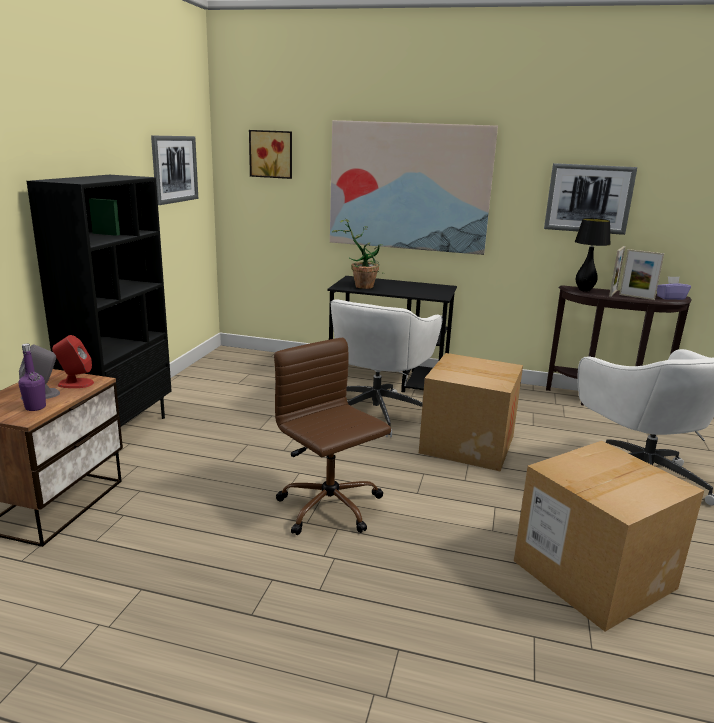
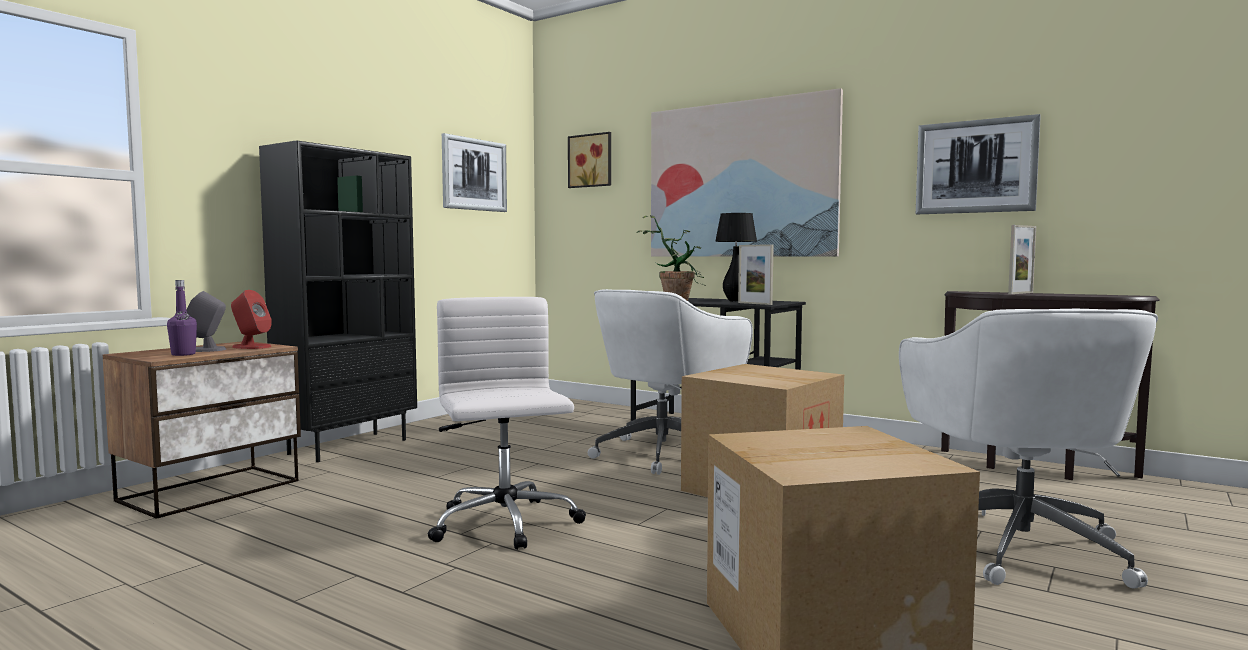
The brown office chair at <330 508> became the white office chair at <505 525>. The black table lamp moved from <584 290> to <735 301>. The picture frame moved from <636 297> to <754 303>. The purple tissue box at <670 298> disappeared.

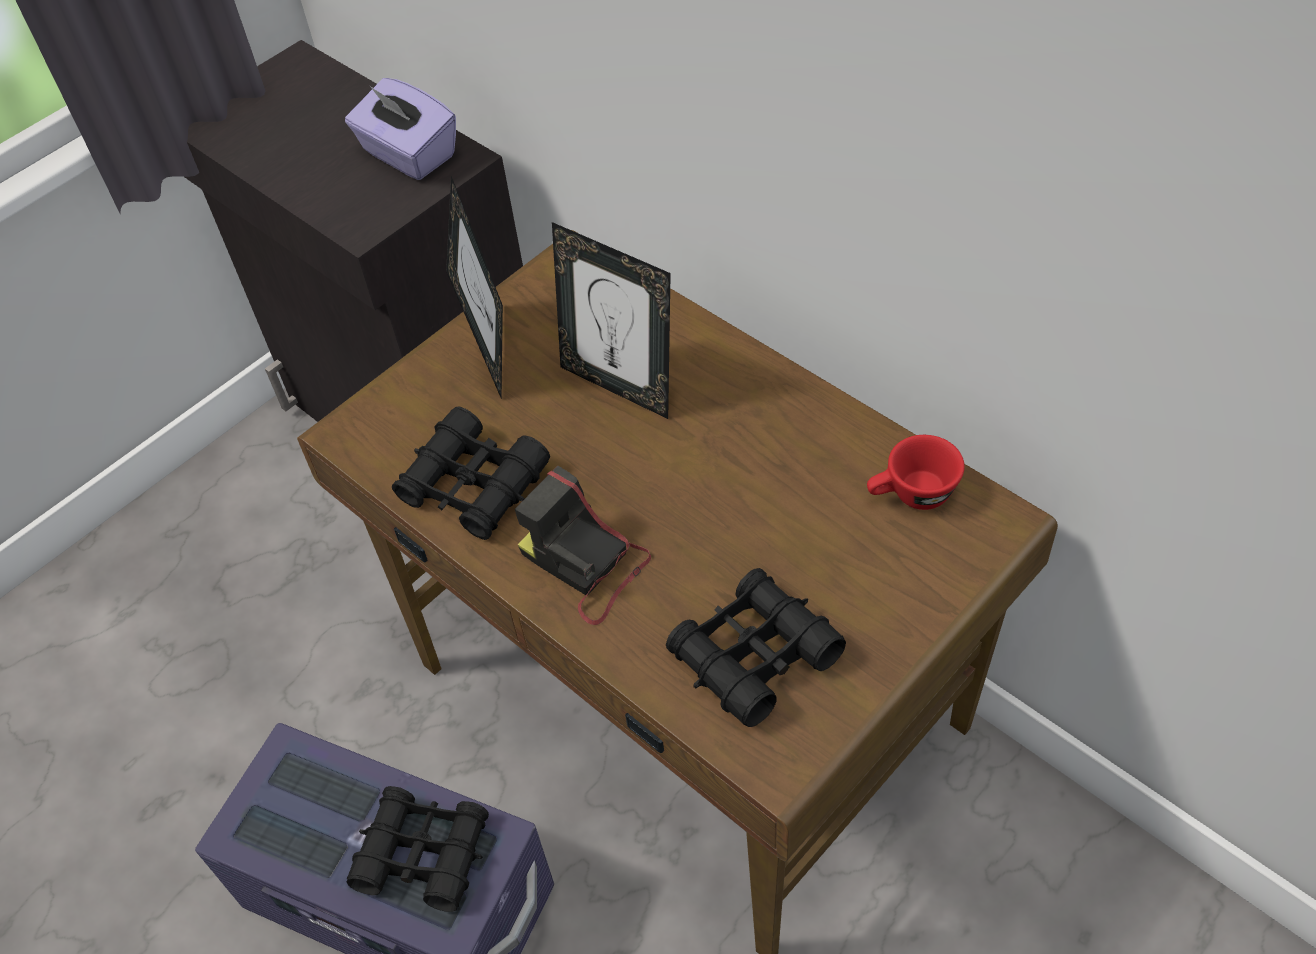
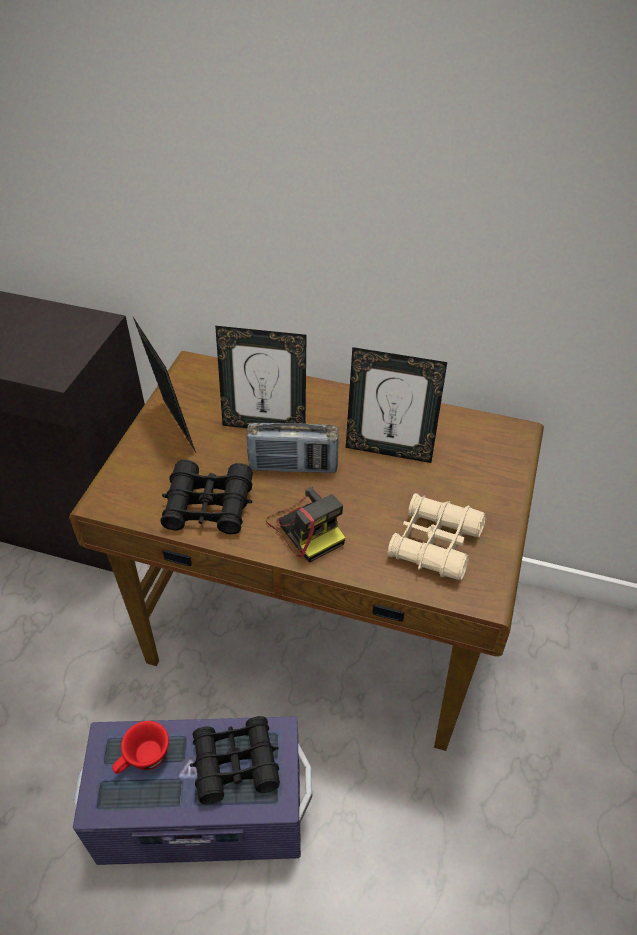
The purple tissue box at <408 155> disappeared. The photo camera at <586 564> turned 135 degrees counterclockwise. The black binoculars at <754 656> became the beige binoculars at <434 543>. The red cup moved from <911 495> to <143 760>. The radio at <293 466> appeared. The picture frame at <389 450> appeared.

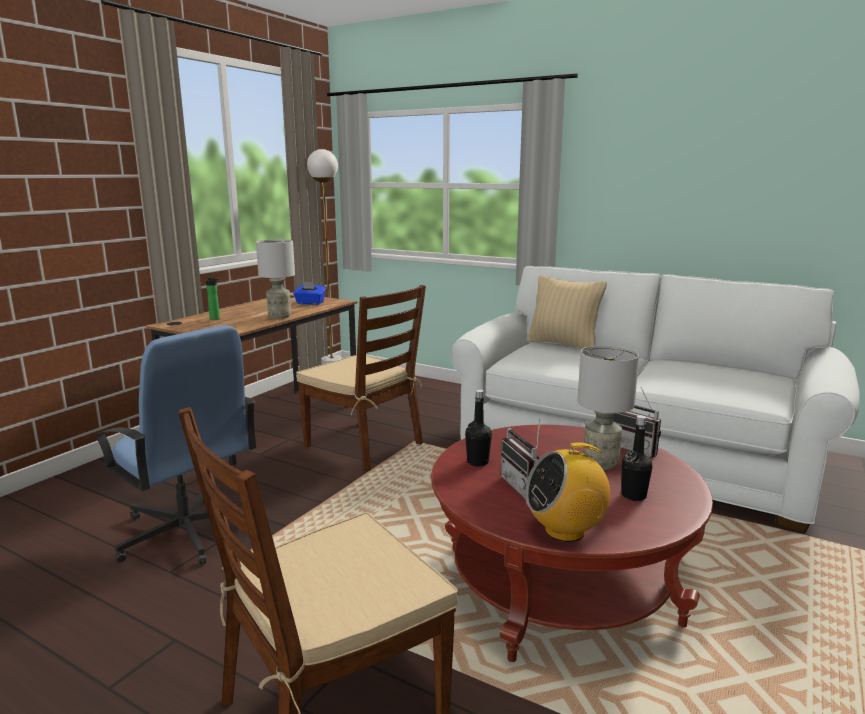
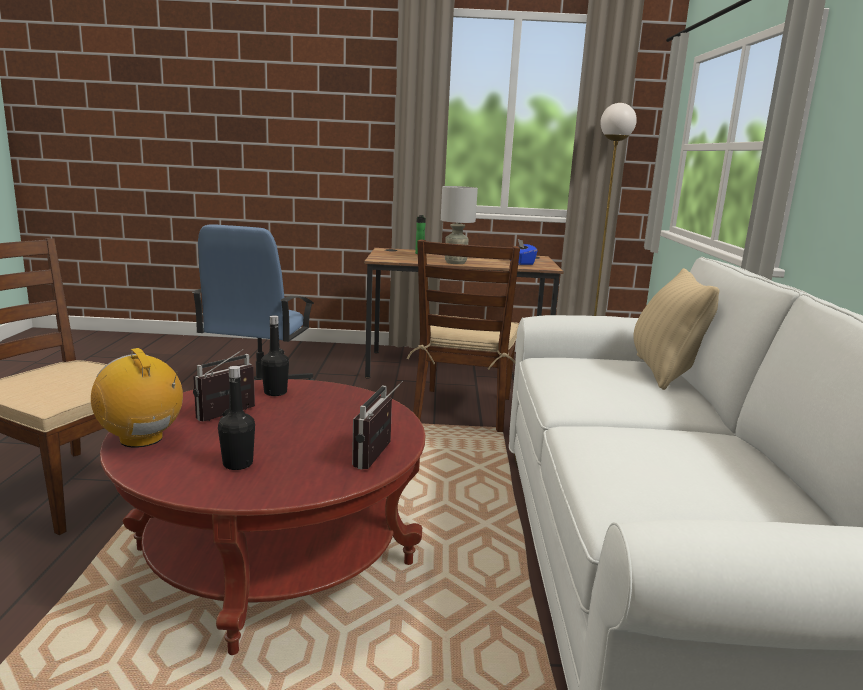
The grey table lamp at <601 463> disappeared.

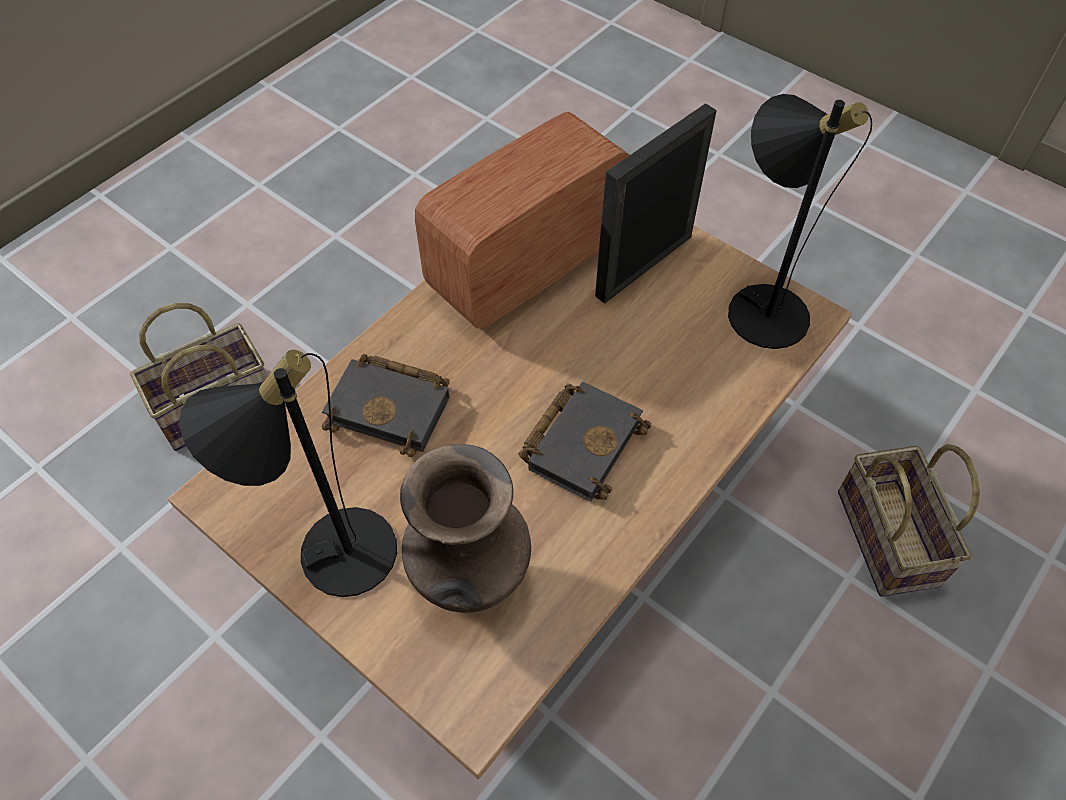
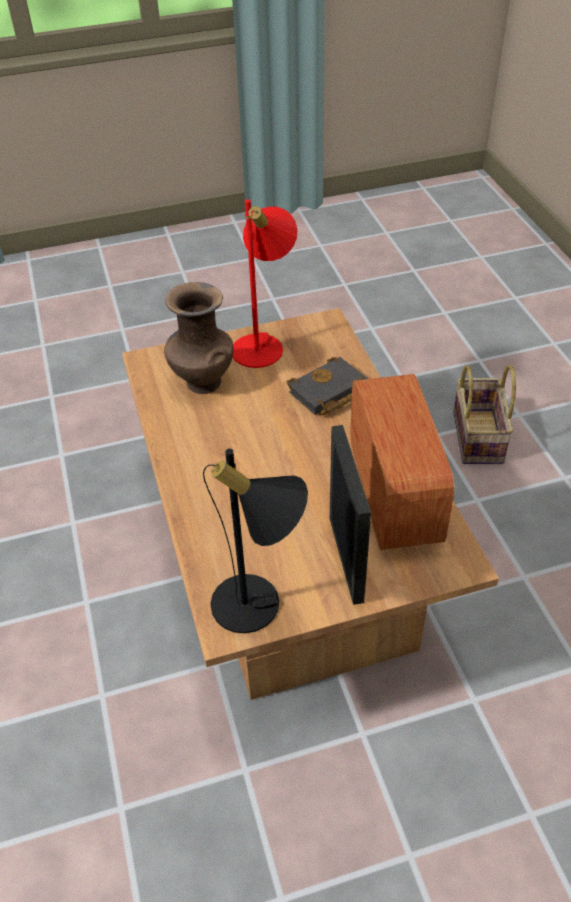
The black table lamp at <329 550> became the red table lamp at <264 345>. The black book at <582 441> disappeared. The basket at <891 540> disappeared.

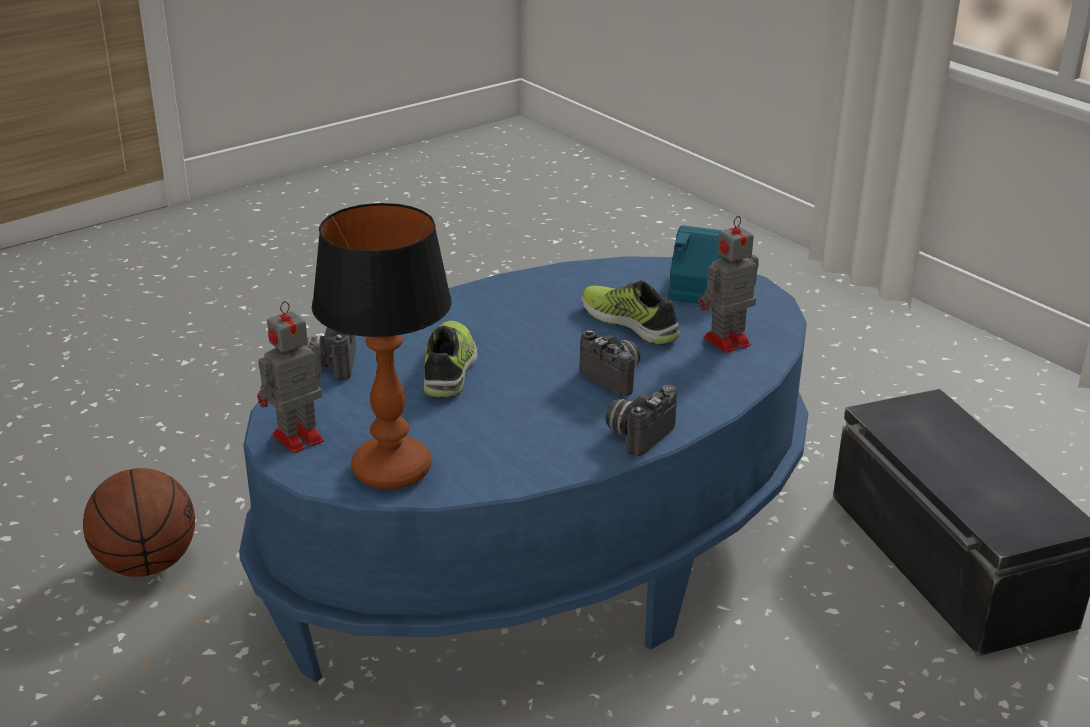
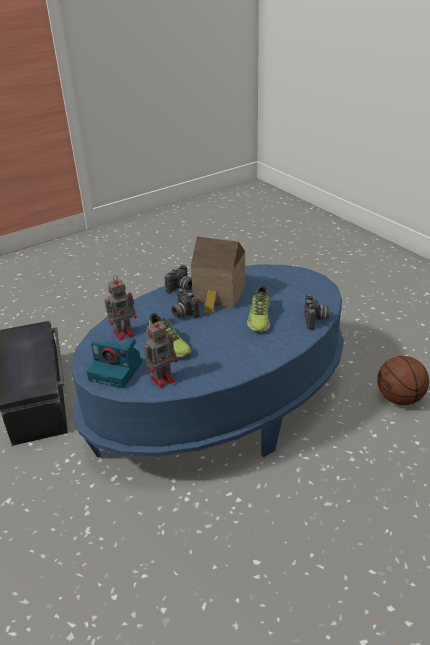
The toy robot moved from <295 439> to <163 379>. The table lamp at <393 470> disappeared. The toy house at <219 296> appeared.

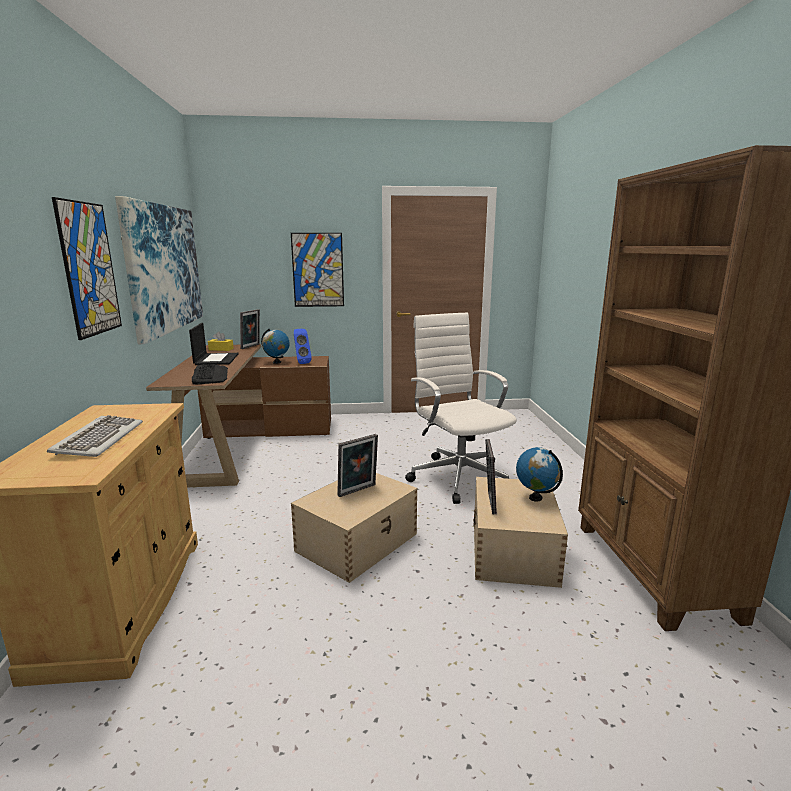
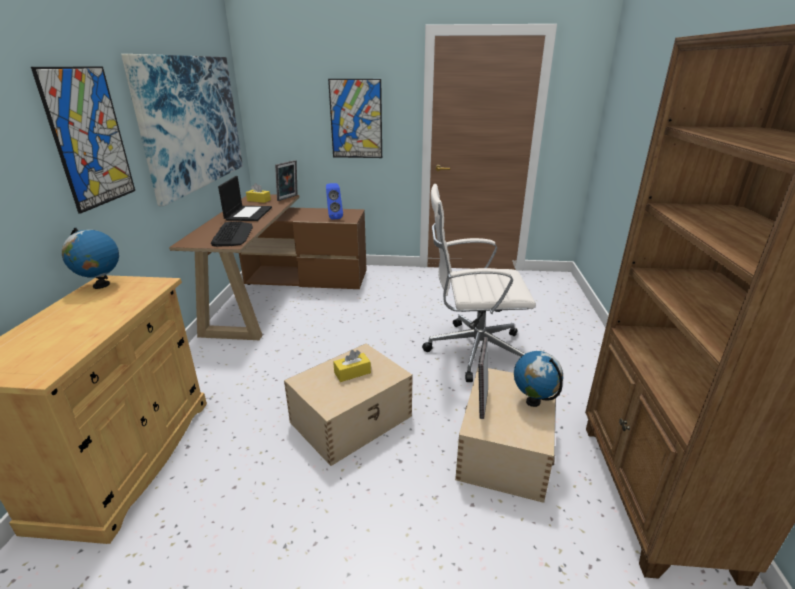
The keyboard at <98 439> disappeared. The globe moved from <277 362> to <101 285>. The picture frame at <358 491> was replaced by the yellow tissue box at <352 373>. The white office chair at <458 476> turned 75 degrees counterclockwise.

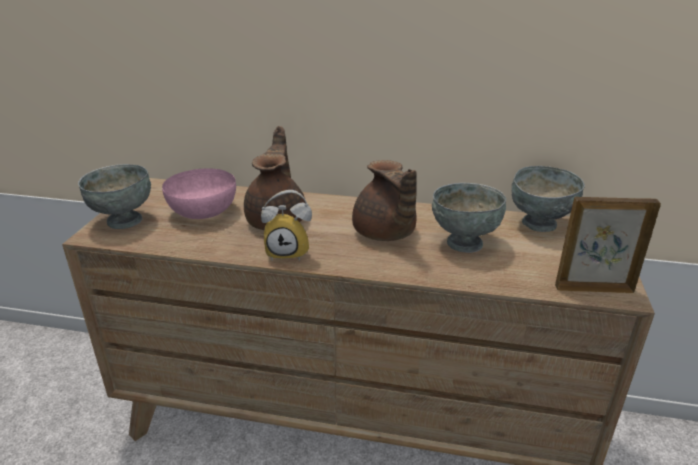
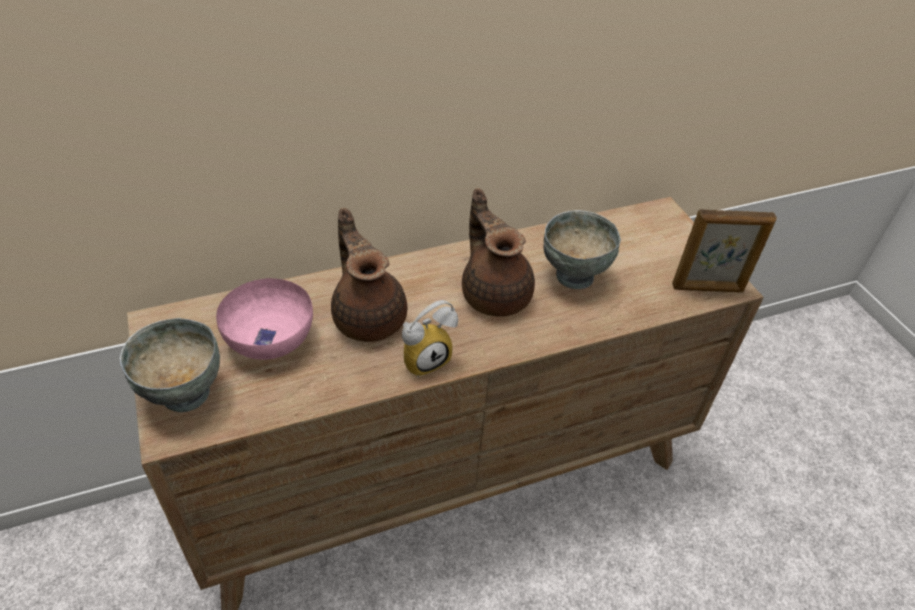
The brown teapot at <385 234> turned 150 degrees counterclockwise. The grey bowl at <540 224> disappeared. The picture frame at <593 288> turned 150 degrees counterclockwise.

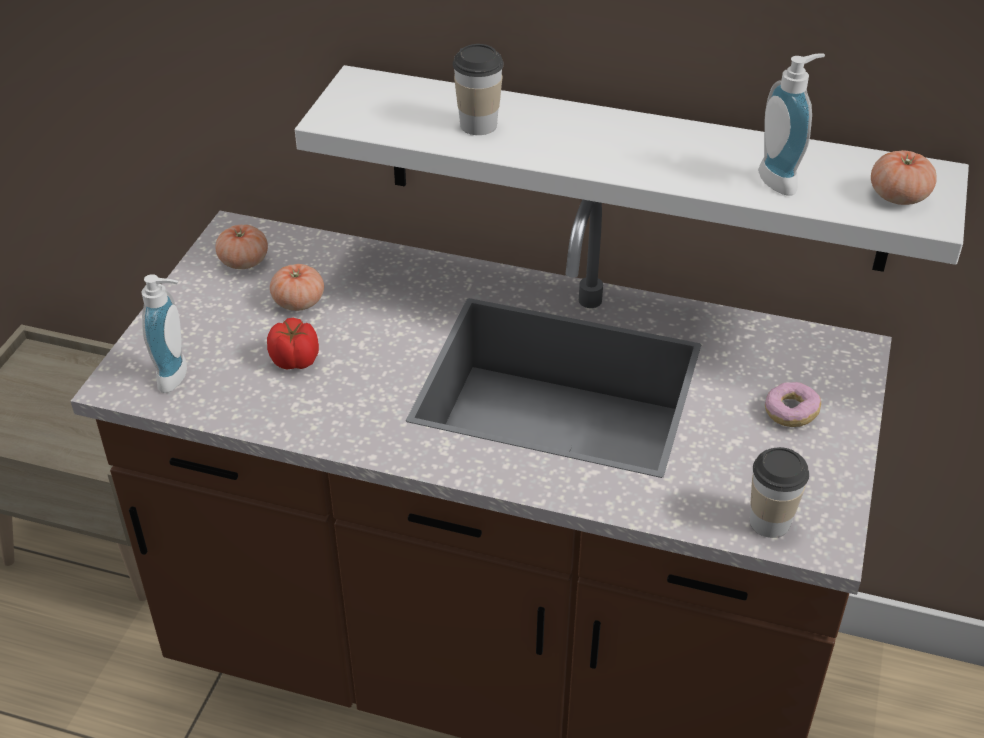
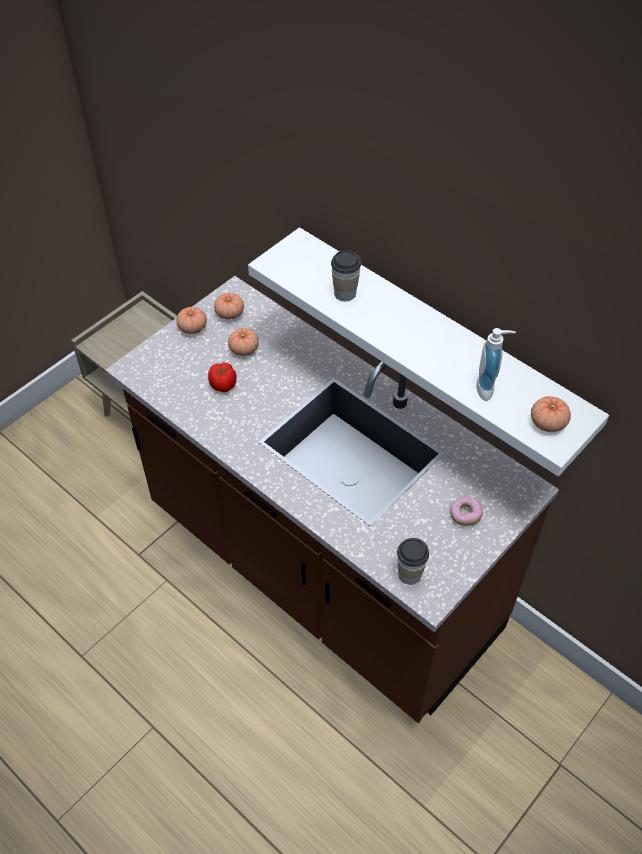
The soap dispenser at <178 377> disappeared. The tomato at <192 327> appeared.

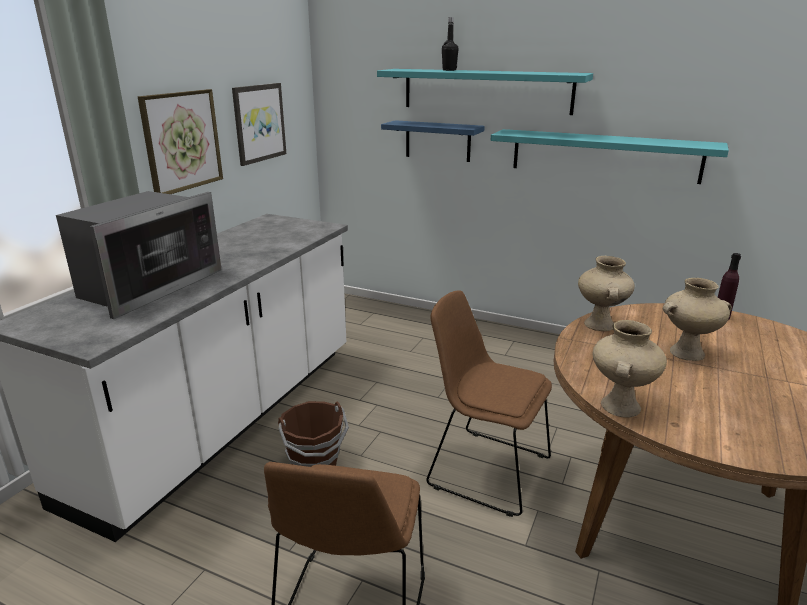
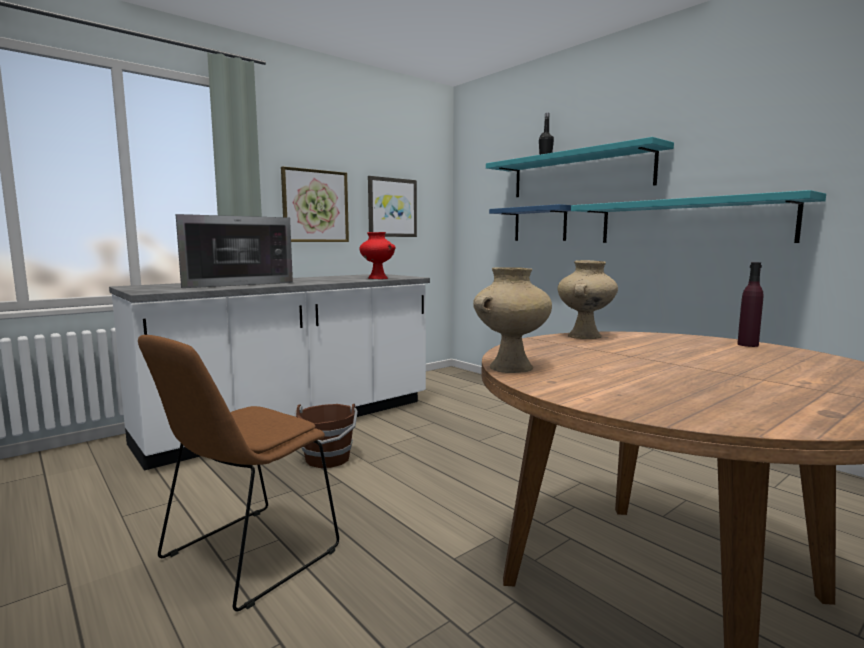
The brown chair at <485 469> disappeared. The beige vase at <687 352> disappeared. The red vase at <377 278> appeared.

